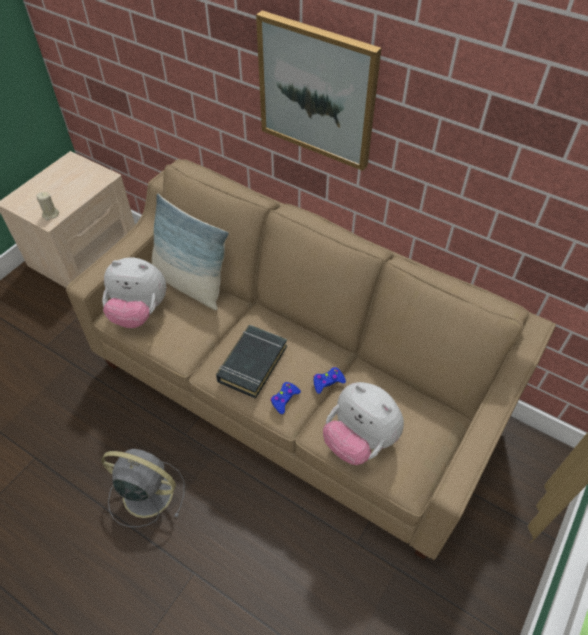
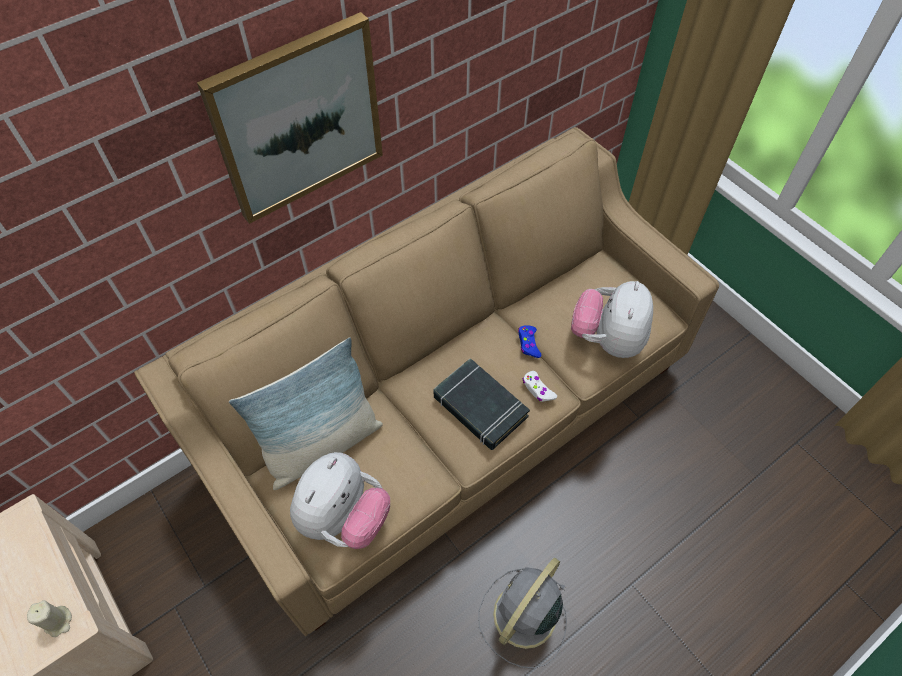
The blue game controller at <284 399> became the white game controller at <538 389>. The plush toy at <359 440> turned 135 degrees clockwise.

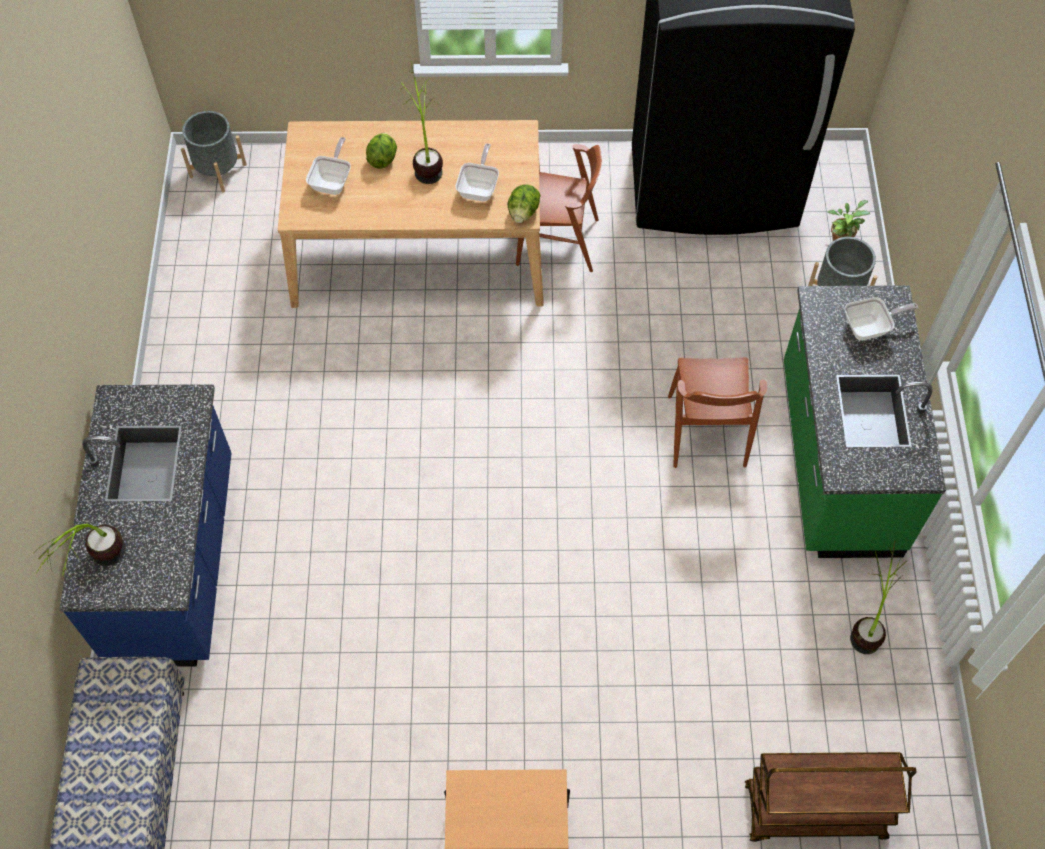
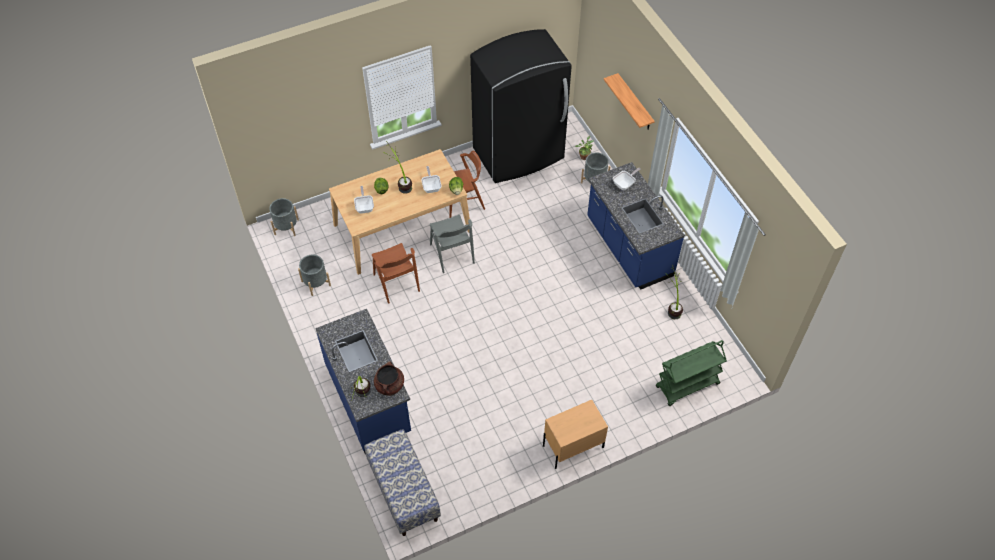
The brown chair moved from <706 431> to <396 283>. The brown cart at <813 812> became the green cart at <687 386>. The green counter at <837 459> became the blue counter at <628 248>. The grey planter at <316 283> appeared. The brown cooking pot at <389 385> appeared. The grey chair at <452 254> appeared. The shelf at <635 103> appeared.

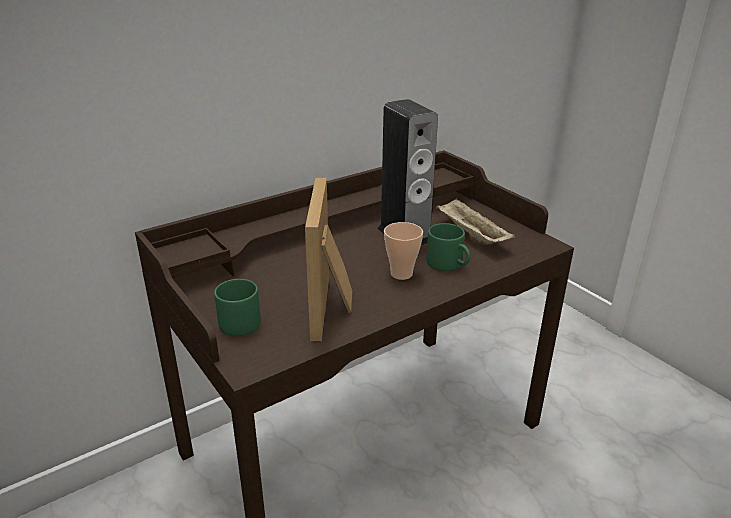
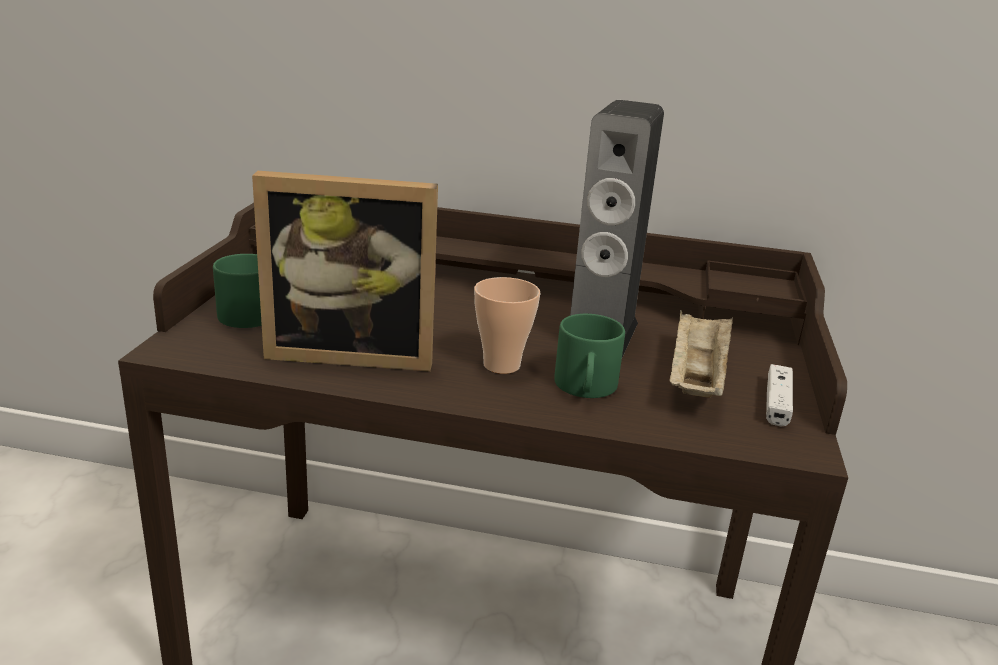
The picture frame at <333 308> turned 135 degrees counterclockwise. The white game controller at <777 403> appeared.

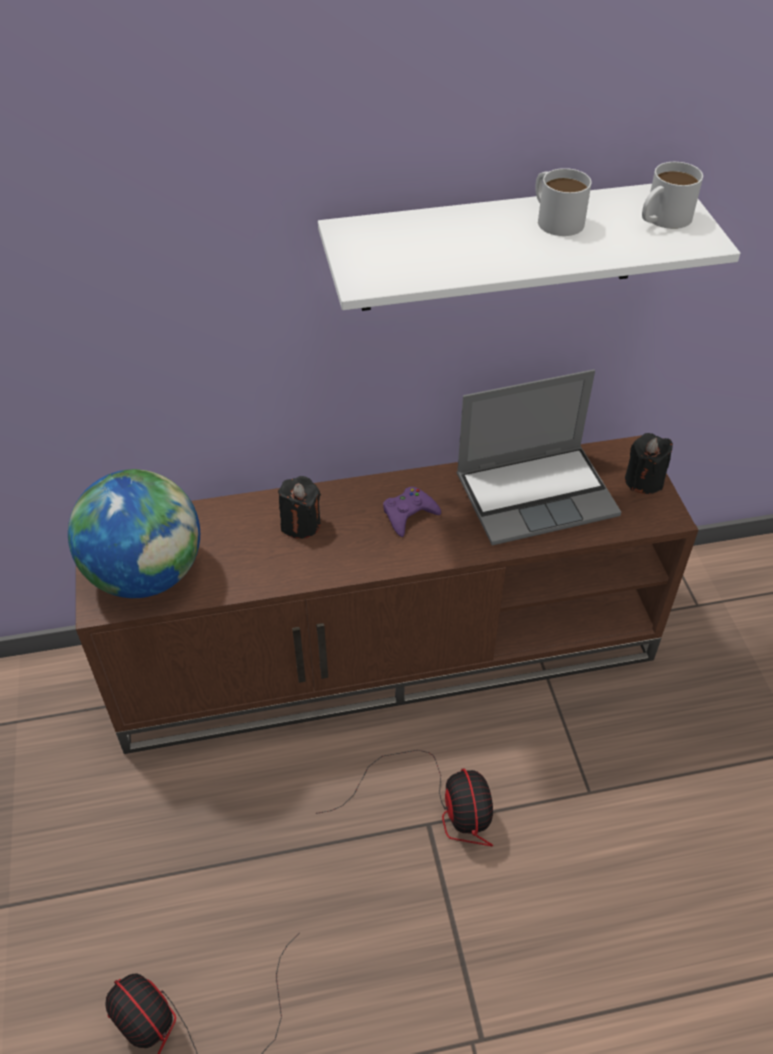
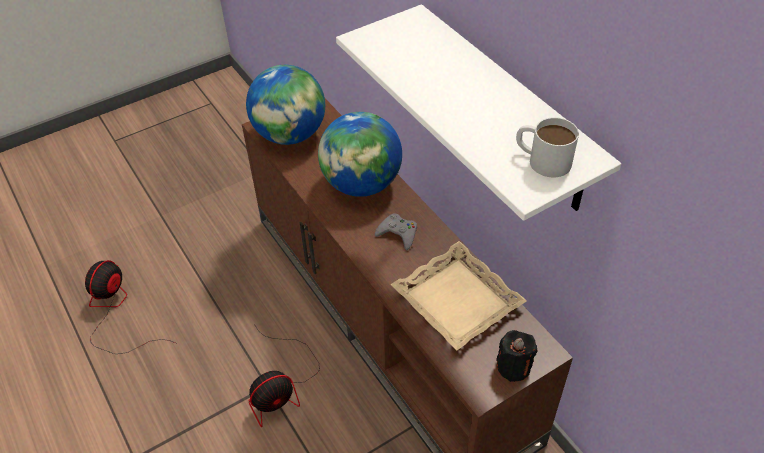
The black candle at <300 524> was replaced by the globe at <361 184>. The purple game controller at <409 514> became the grey game controller at <398 234>. The laptop at <537 494> was replaced by the beige tray at <458 300>. The white mug at <554 218> disappeared.

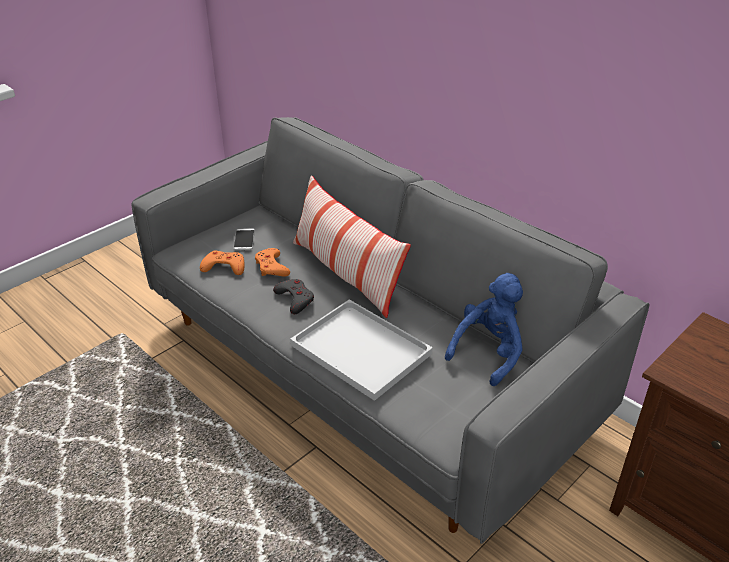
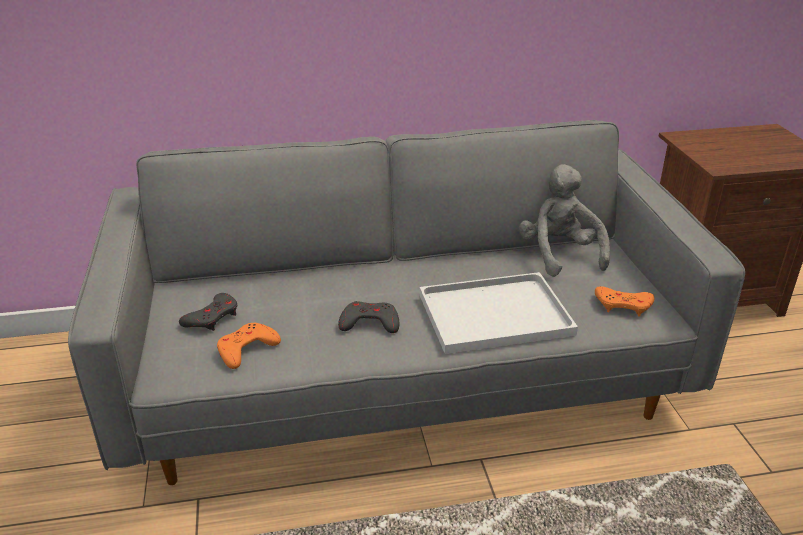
The phone at <244 240> was replaced by the grey game controller at <212 317>. The orange game controller moved from <271 267> to <623 305>. The pillow at <346 274> disappeared. The blue plush toy at <489 352> became the grey plush toy at <559 254>.

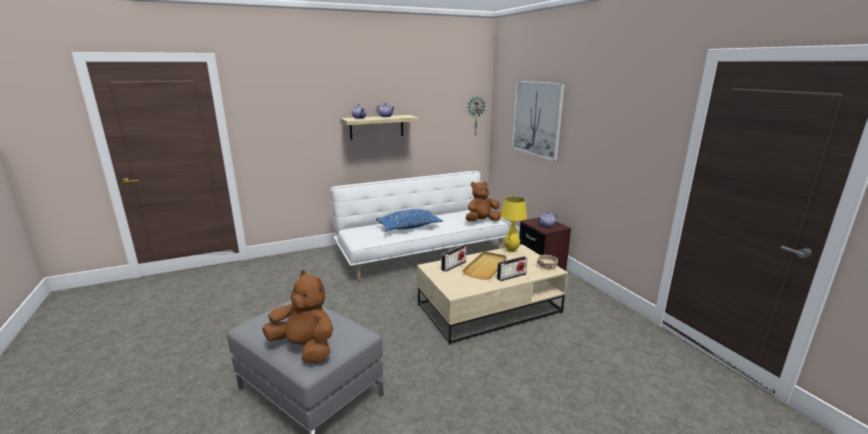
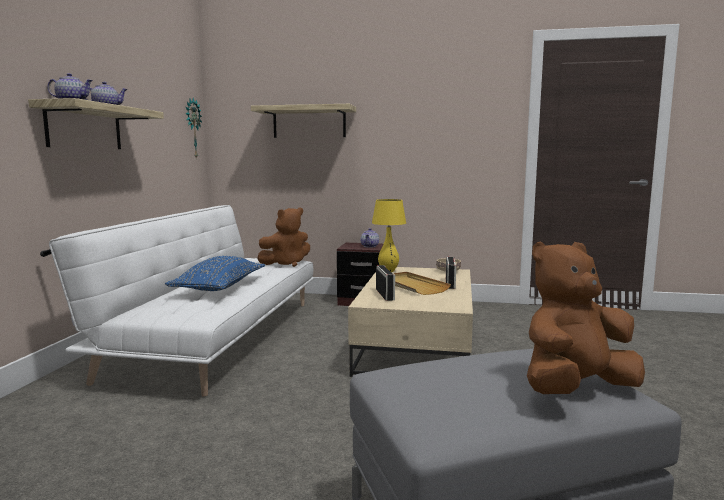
The brown plush toy at <481 221> turned 135 degrees counterclockwise. The picture at <537 119> was replaced by the shelf at <309 122>.

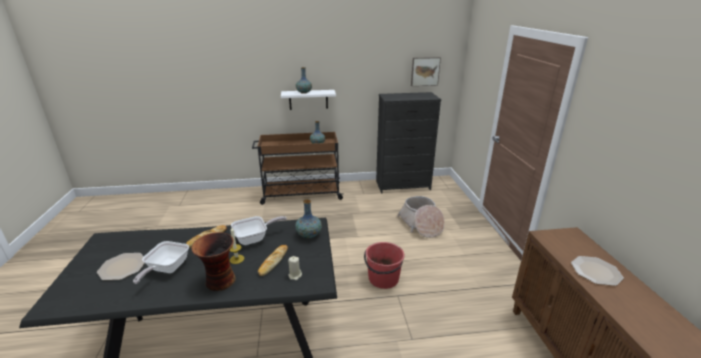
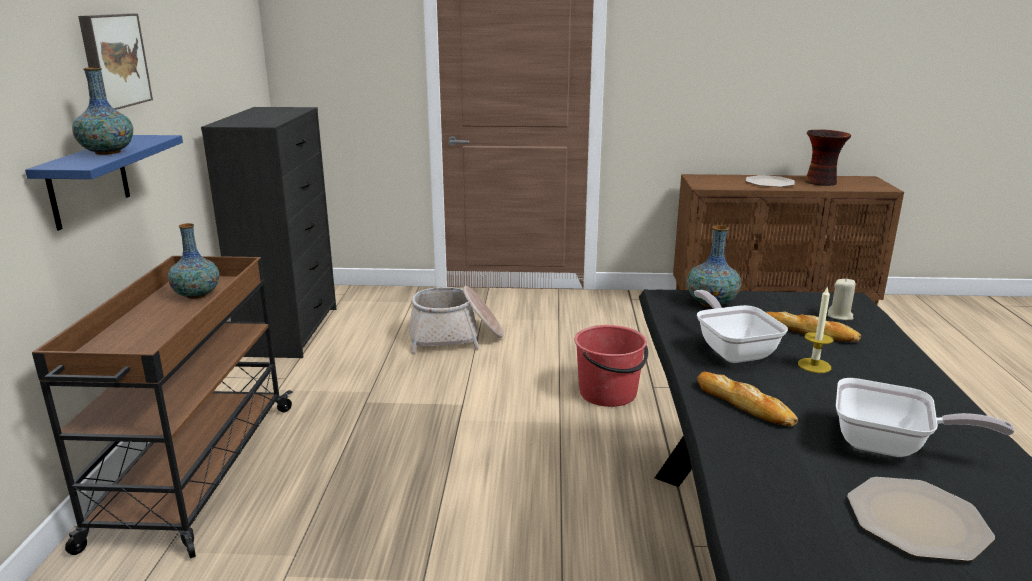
The vase moved from <220 282> to <822 182>. The white shelf at <308 99> became the blue shelf at <89 181>. The picture moved from <425 71> to <113 61>.

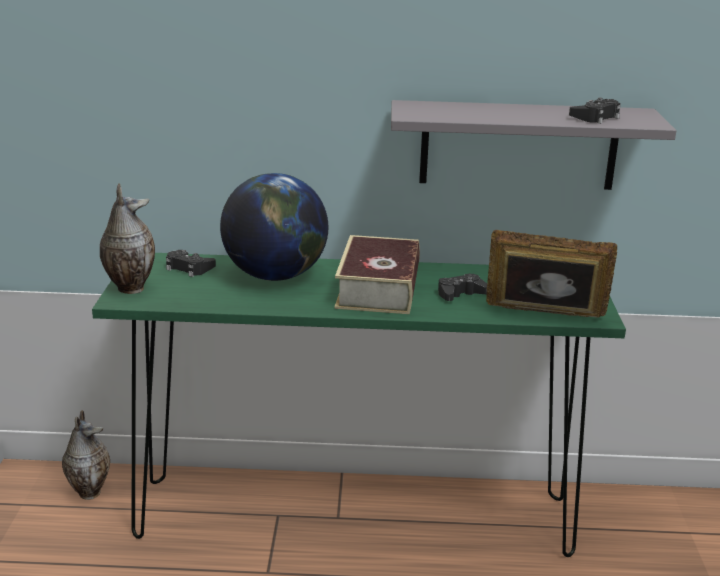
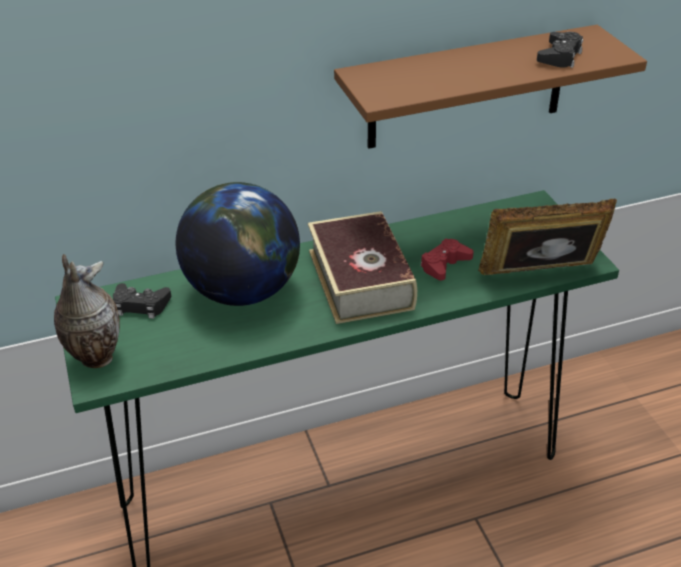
The vase at <89 491> disappeared. The grey shelf at <518 145> became the brown shelf at <467 88>. The black game controller at <460 294> became the red game controller at <444 264>.

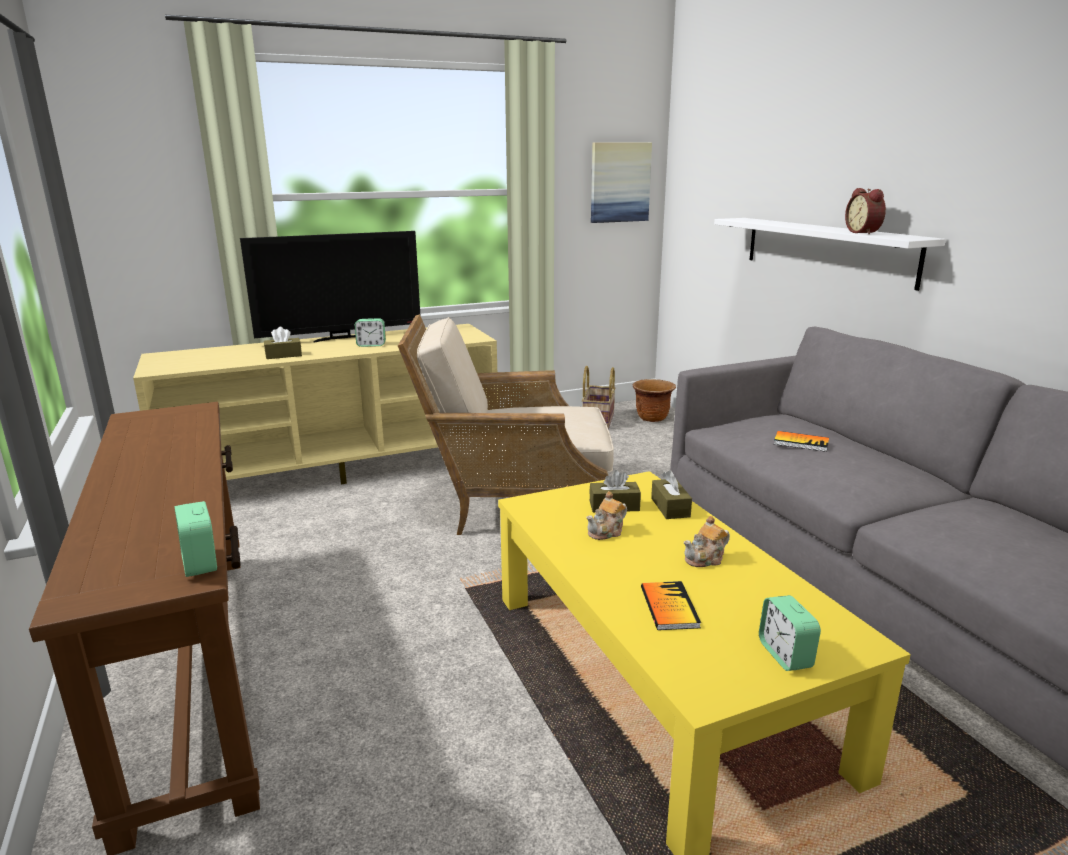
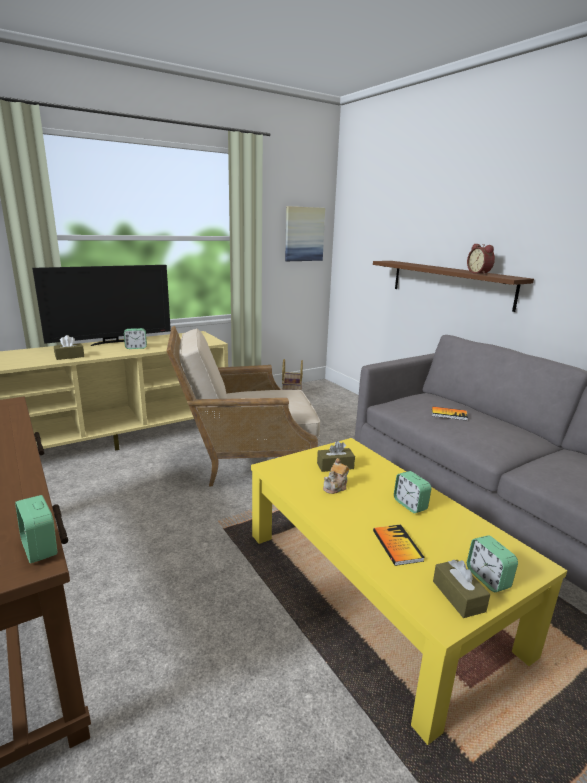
The brown planter at <652 418> disappeared. The brown tissue box moved from <670 507> to <458 596>. The teapot at <705 559> was replaced by the alarm clock at <410 505>. The white shelf at <826 250> became the brown shelf at <450 283>.

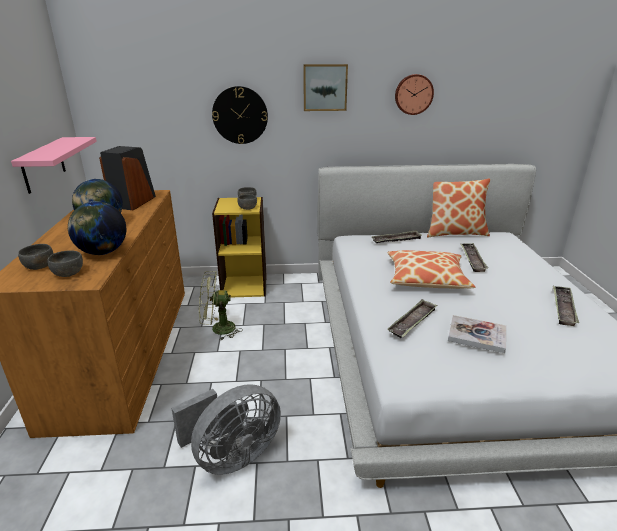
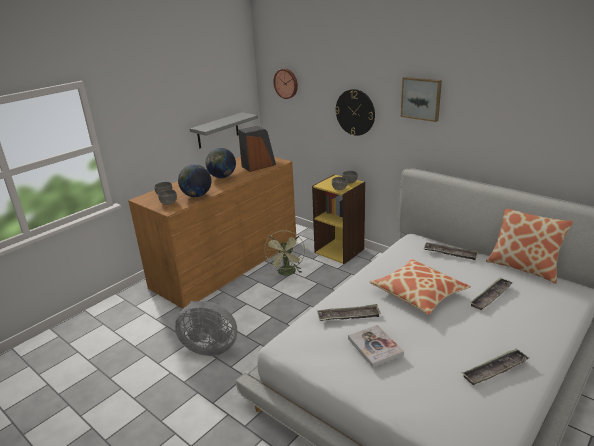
The pink shelf at <43 165> became the grey shelf at <218 130>. The green fan at <218 329> turned 120 degrees counterclockwise. The wall clock moved from <413 94> to <286 83>.

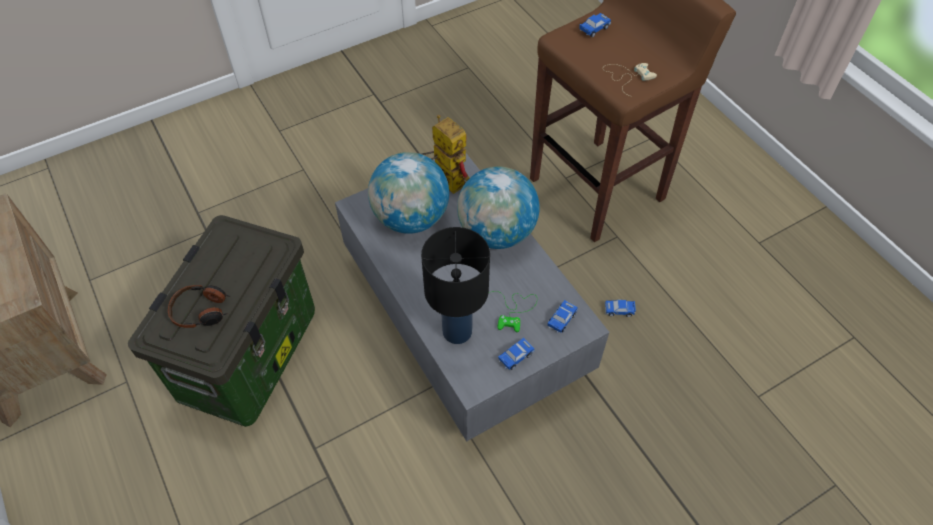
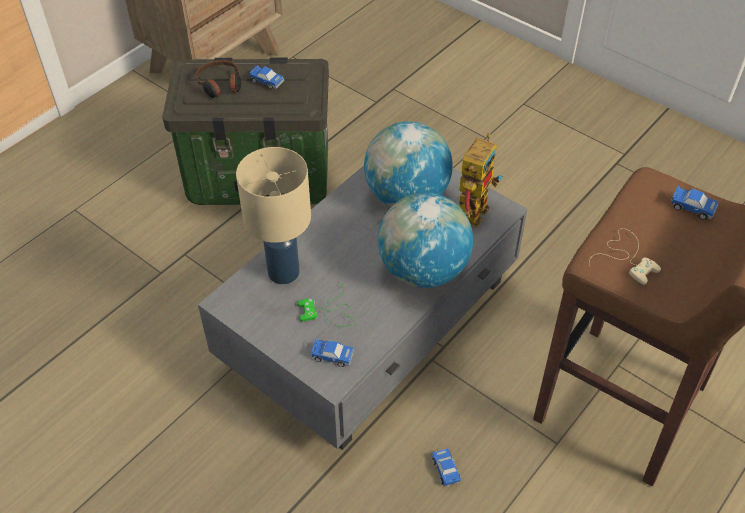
The black table lamp at <456 330> became the beige table lamp at <284 271>. The toy car moved from <515 357> to <267 81>.

